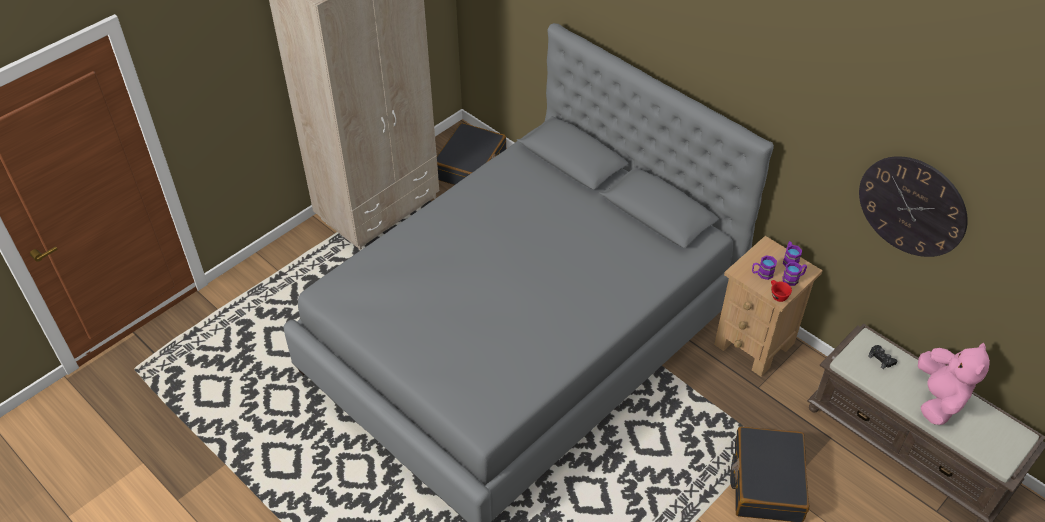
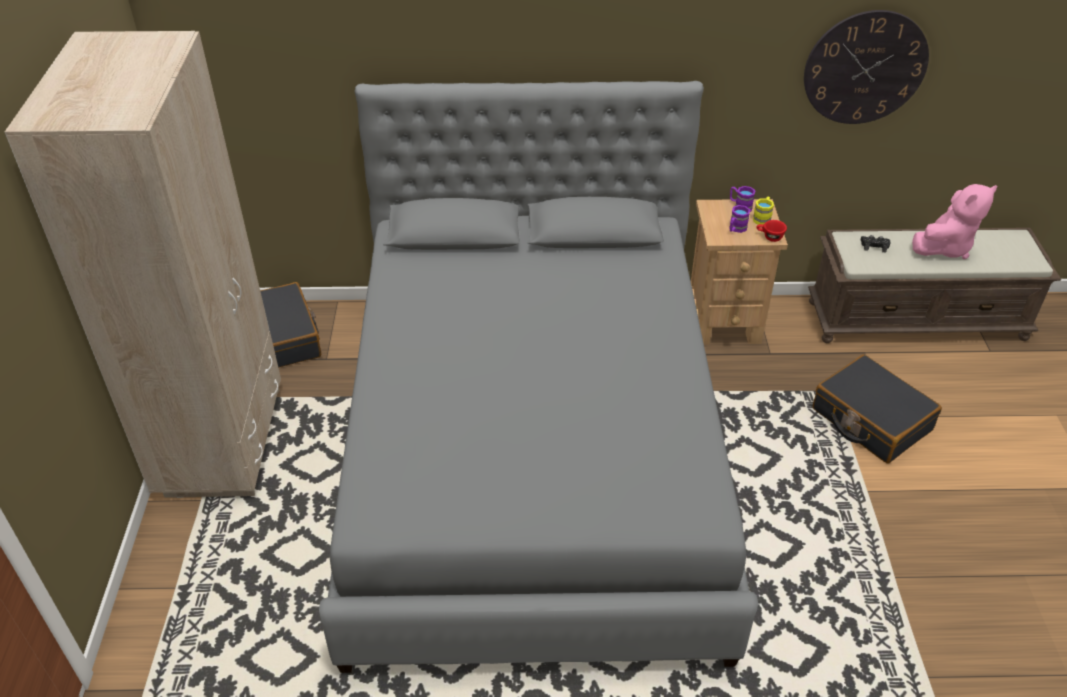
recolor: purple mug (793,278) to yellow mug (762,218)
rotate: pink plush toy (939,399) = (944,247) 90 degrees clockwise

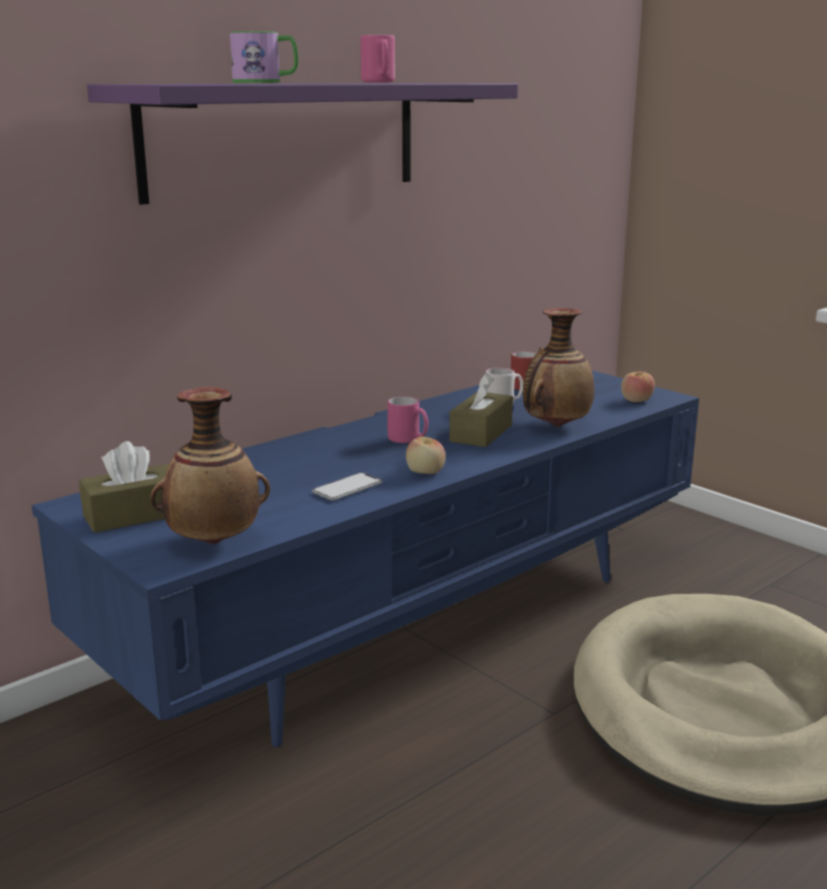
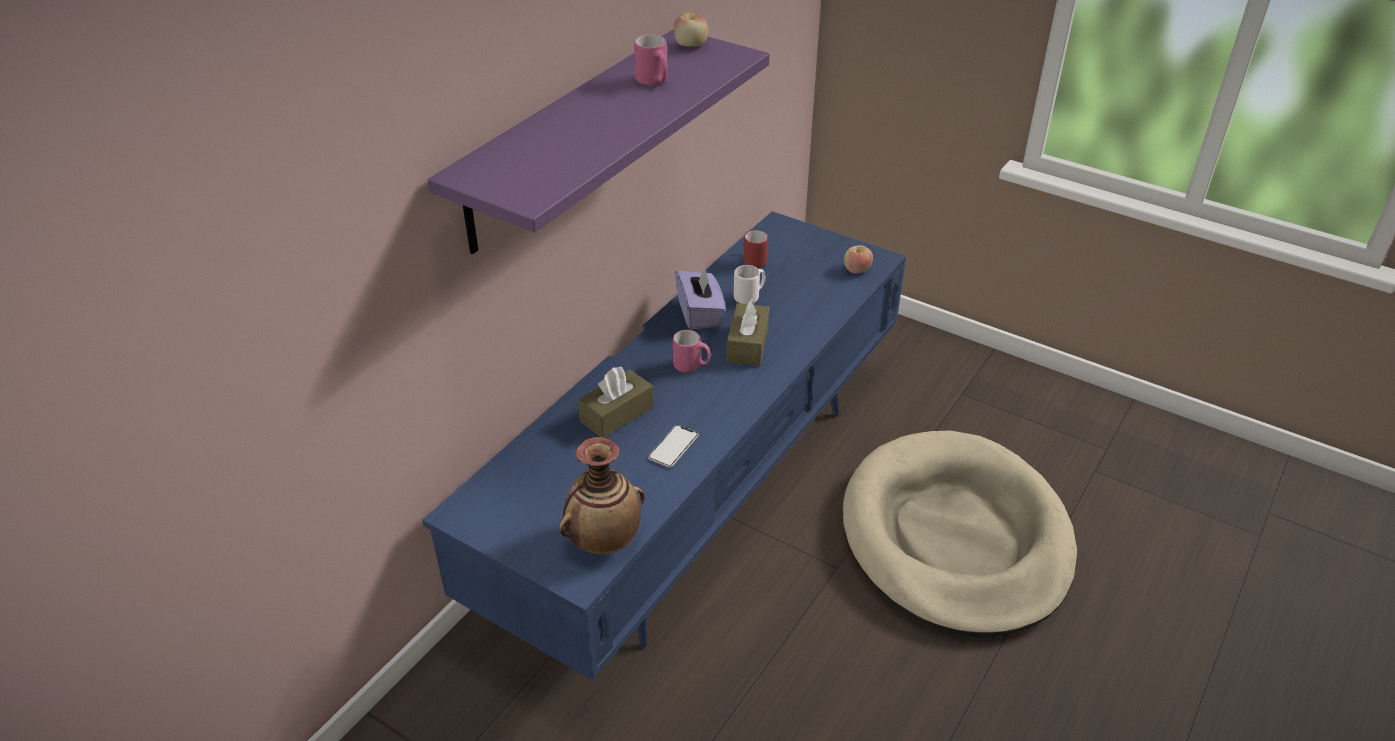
delete: mug (266,82); vase (555,425)
insert: purple tissue box (700,314)
move: brown tissue box (133,515) to (617,414); apple (425,473) to (691,45)

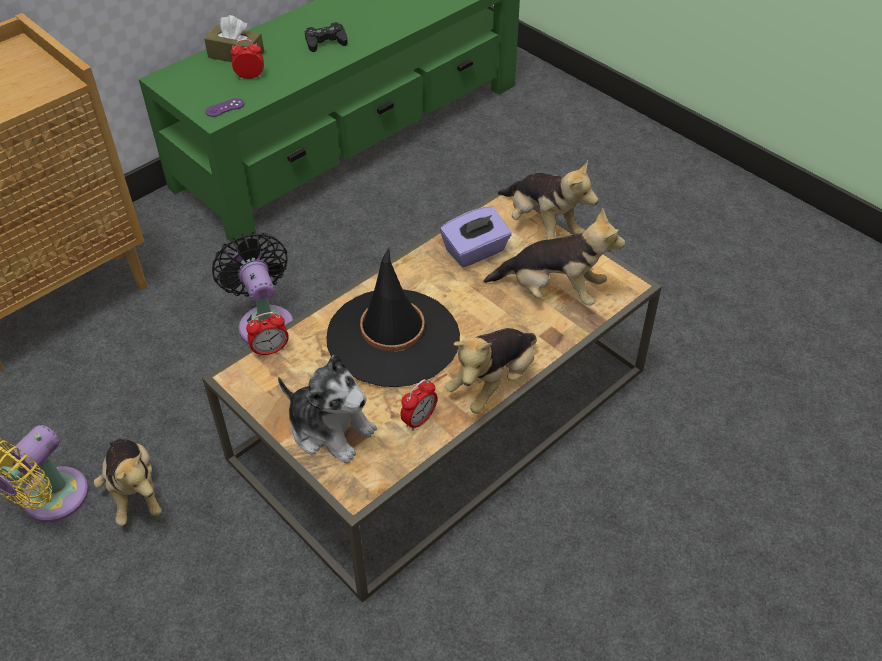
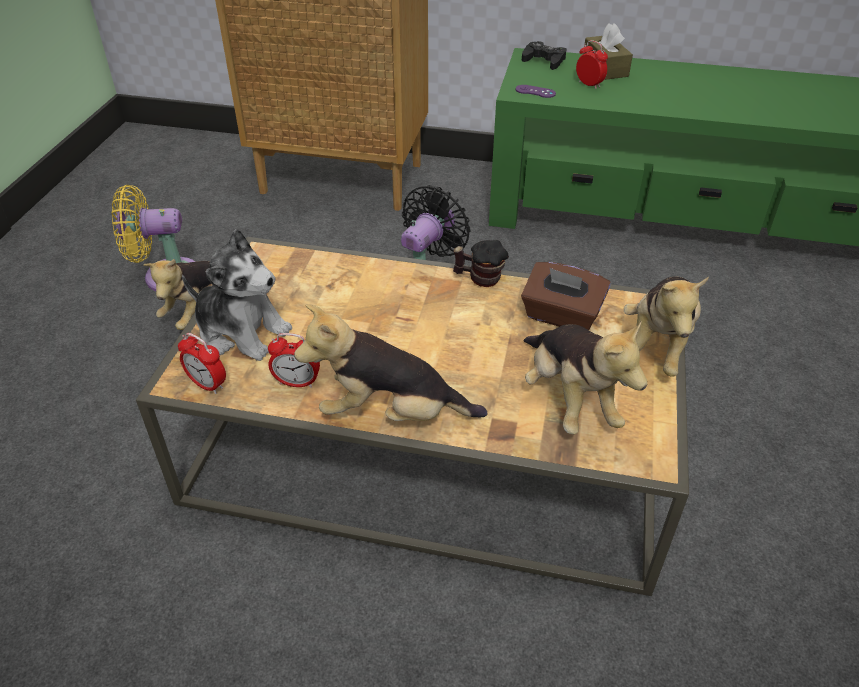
delete: black hat (393,337)
insert: mug (479,279)
move: alarm clock (270,350) to (207,384); black game controller (326,42) to (544,61)
recolor: purple tissue box (475,251) to brown tissue box (561,316)
rotate: plush toy (330,429) = (242,331) 60 degrees counterclockwise

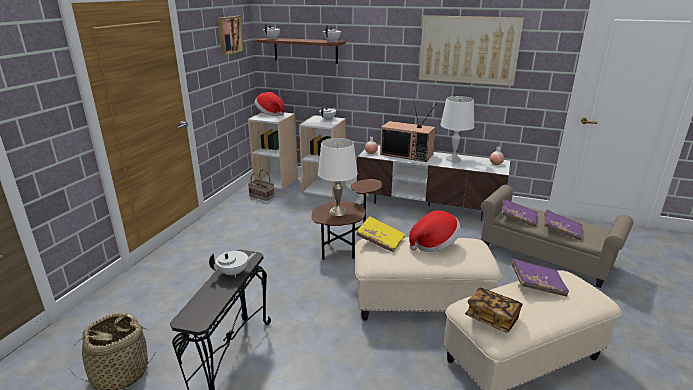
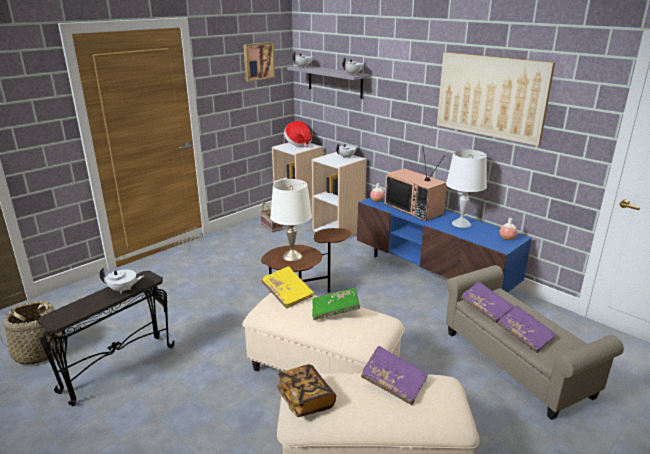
replace: hat (434,244) to green book (335,311)
recolor: brown shelf (305,50) to grey shelf (335,81); white tv stand (429,205) to blue tv stand (433,271)

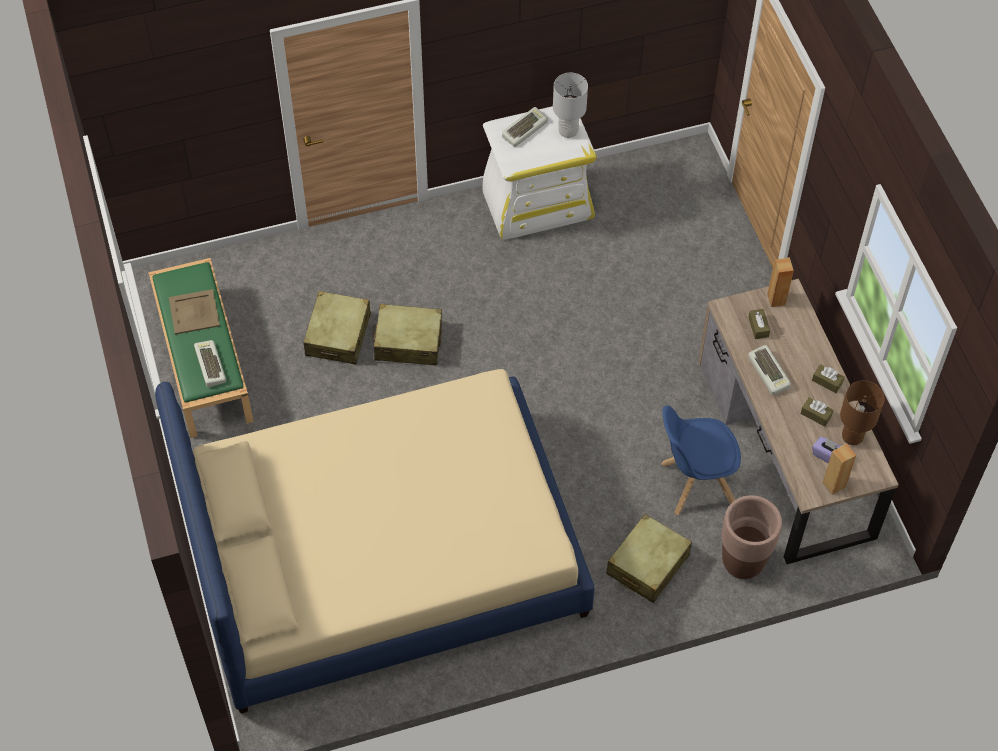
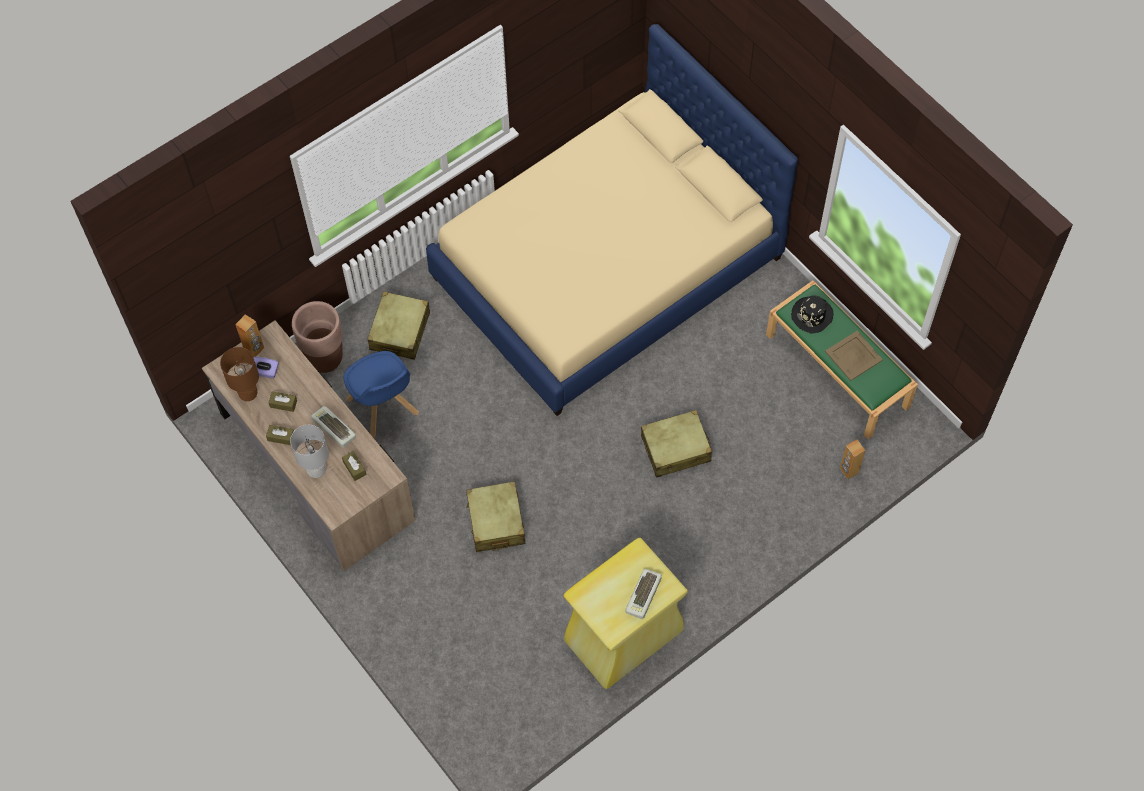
move: beige suitcase (338,335) to (496,522); grey table lamp (568,132) to (316,470); brown speaker (776,299) to (849,471)
replace: keyboard (209,365) to black hat (812,315)
recolor: white nightstand (539,205) to yellow nightstand (622,634)
rotate: blue chair (694,484) = (384,409) 90 degrees clockwise

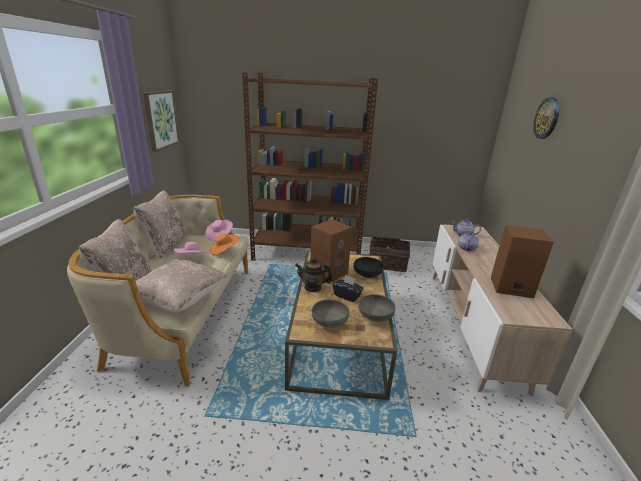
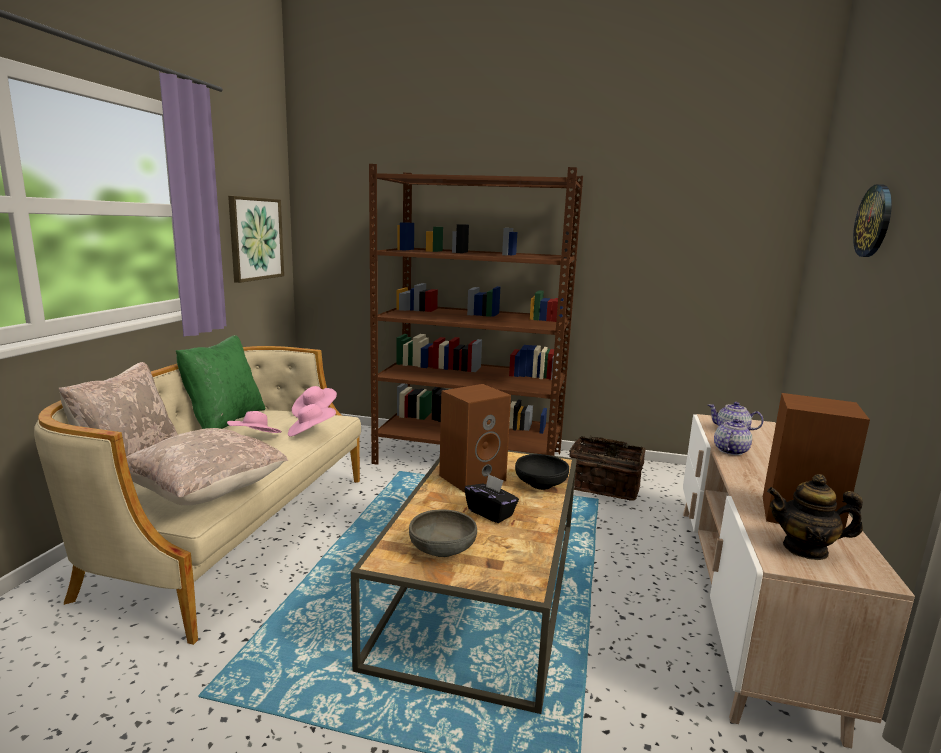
delete: grey bowl (375,316)
move: teapot (313,287) to (805,549)
recolor: beige pillow (165,246) to green pillow (224,421); orange hat (224,251) to pink hat (311,433)

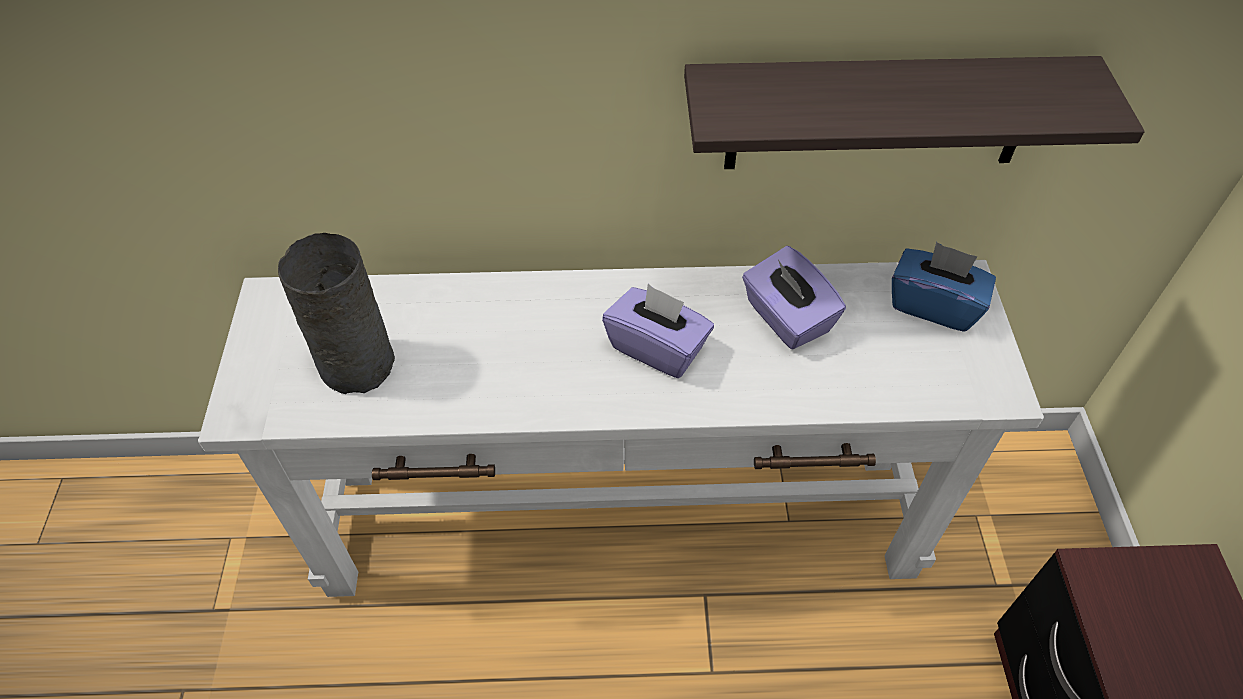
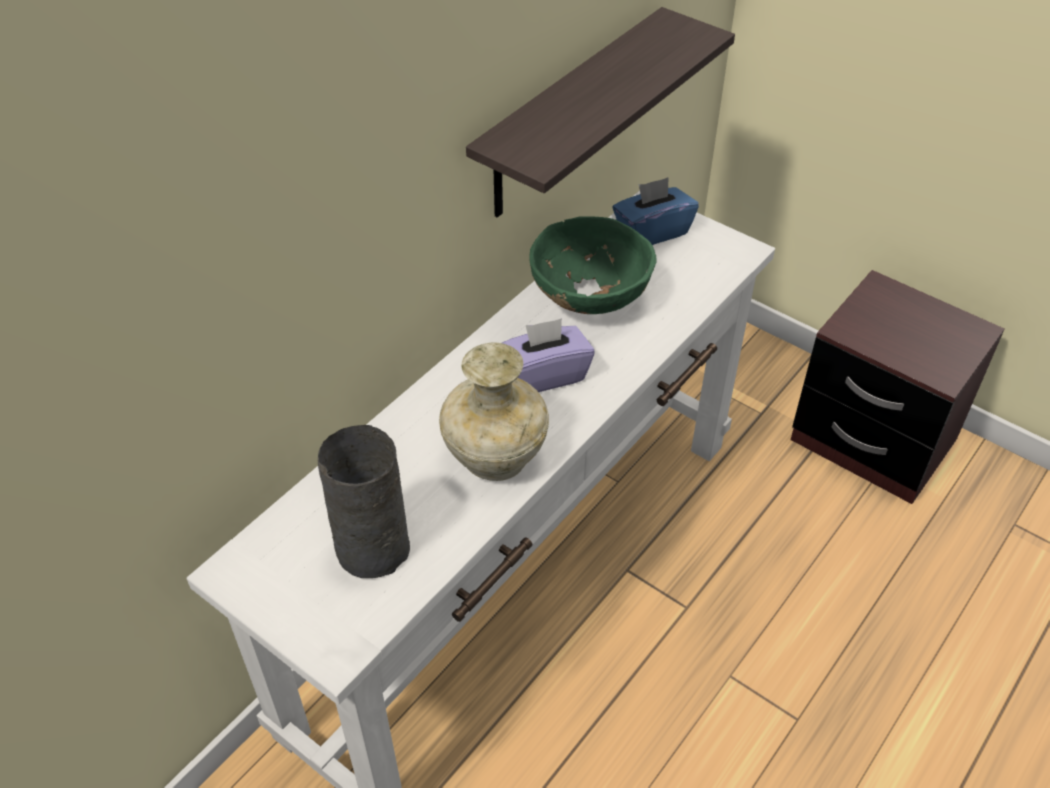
insert: beige vase (495,460)
replace: purple tissue box (786,318) to green bowl (589,299)

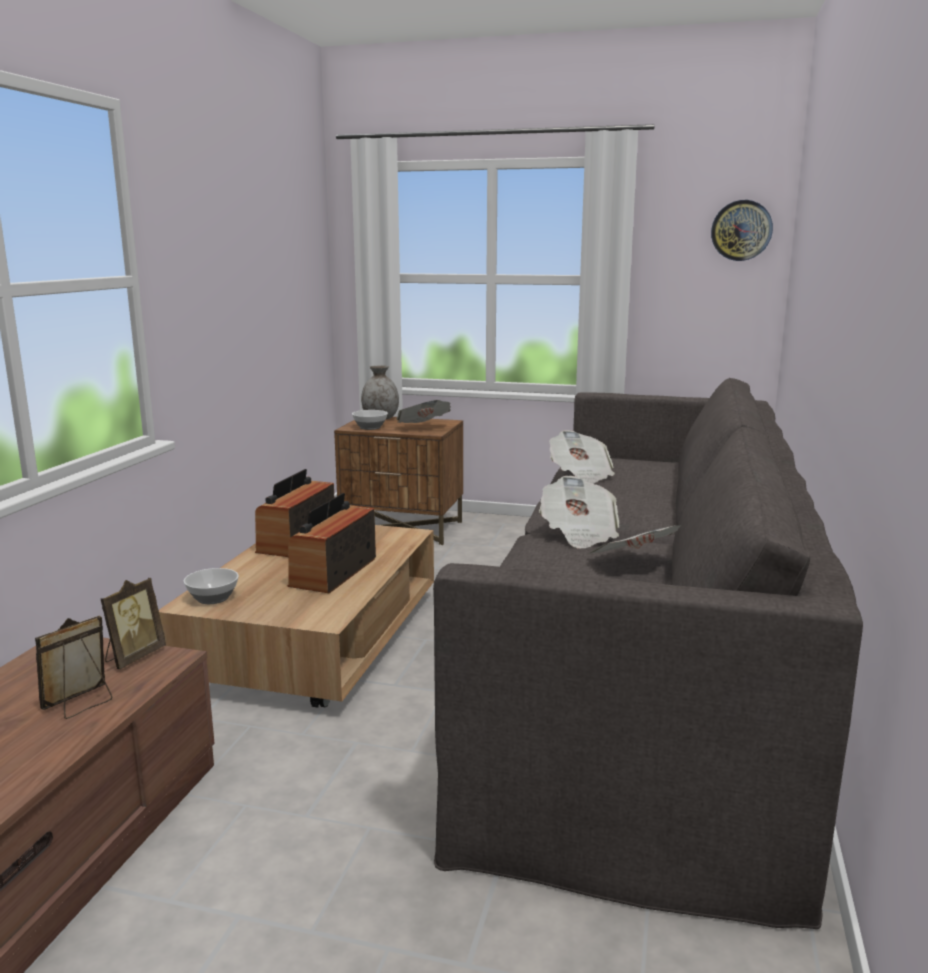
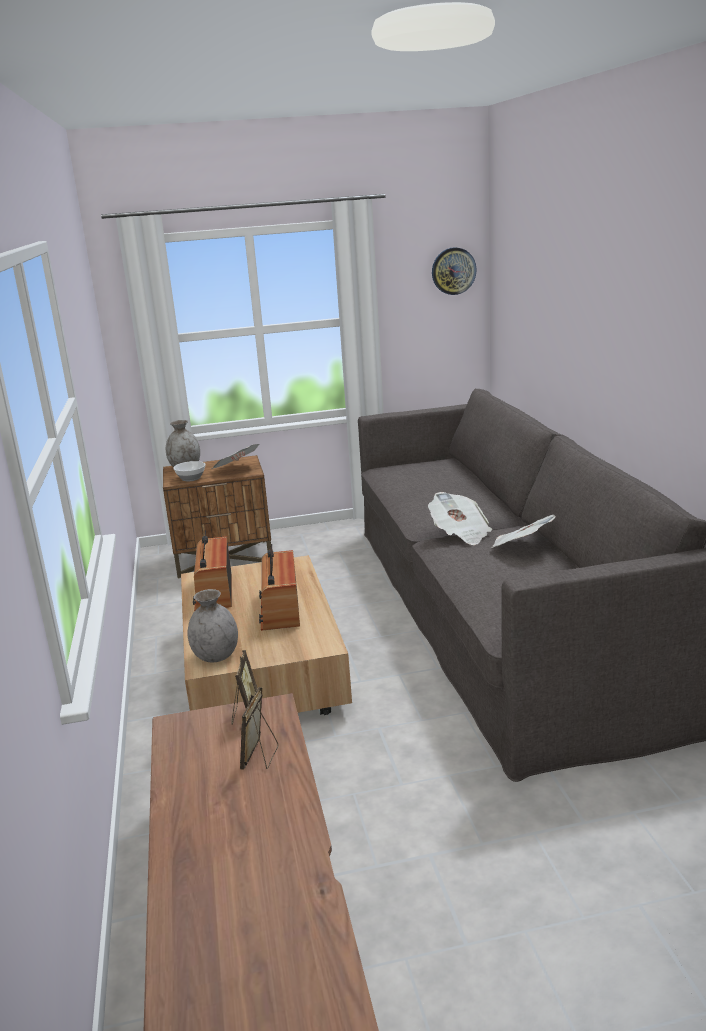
delete: newspaper (581,475)
replace: bowl (213,598) to grey vase (215,656)

